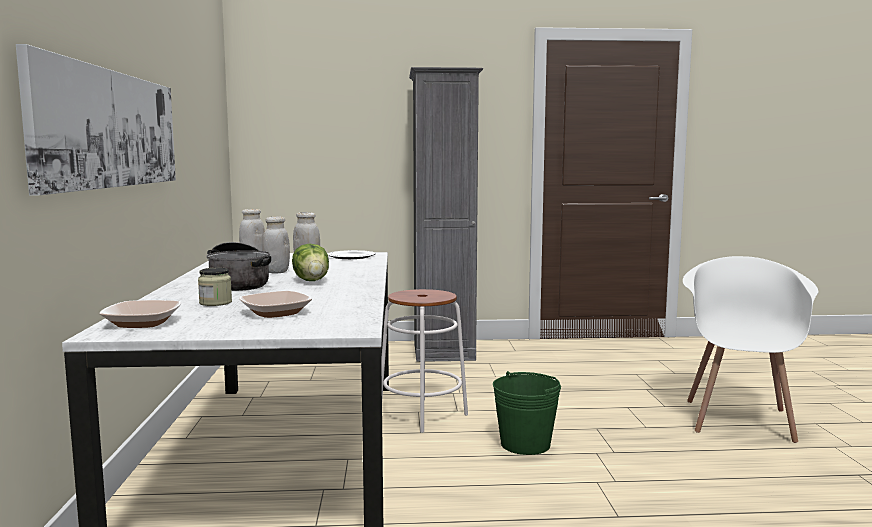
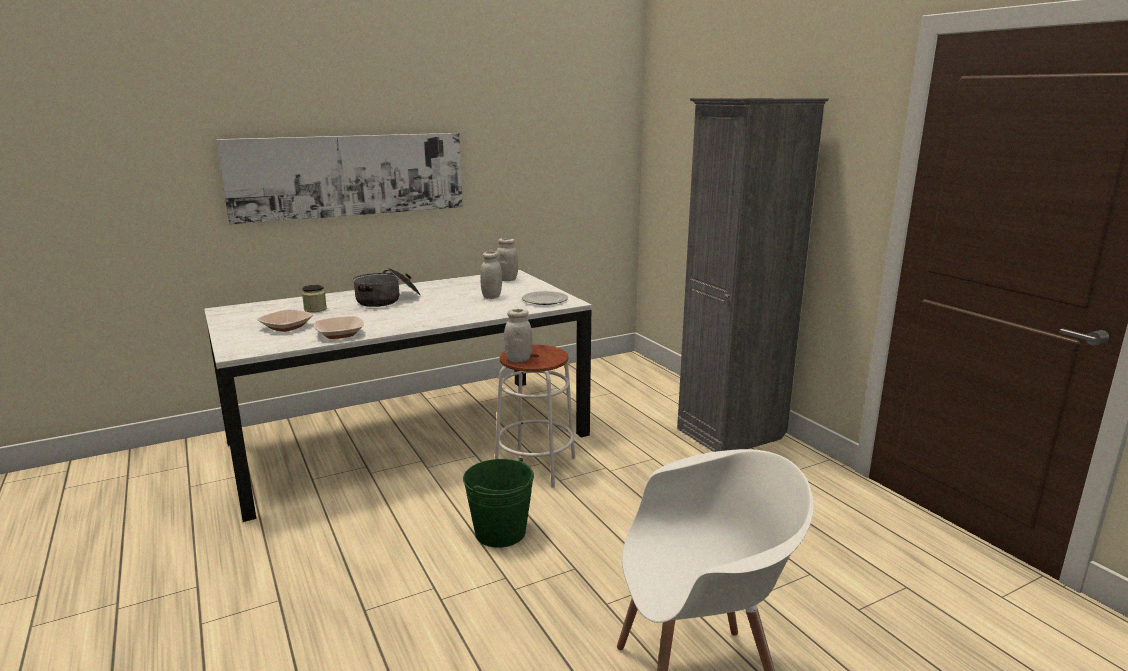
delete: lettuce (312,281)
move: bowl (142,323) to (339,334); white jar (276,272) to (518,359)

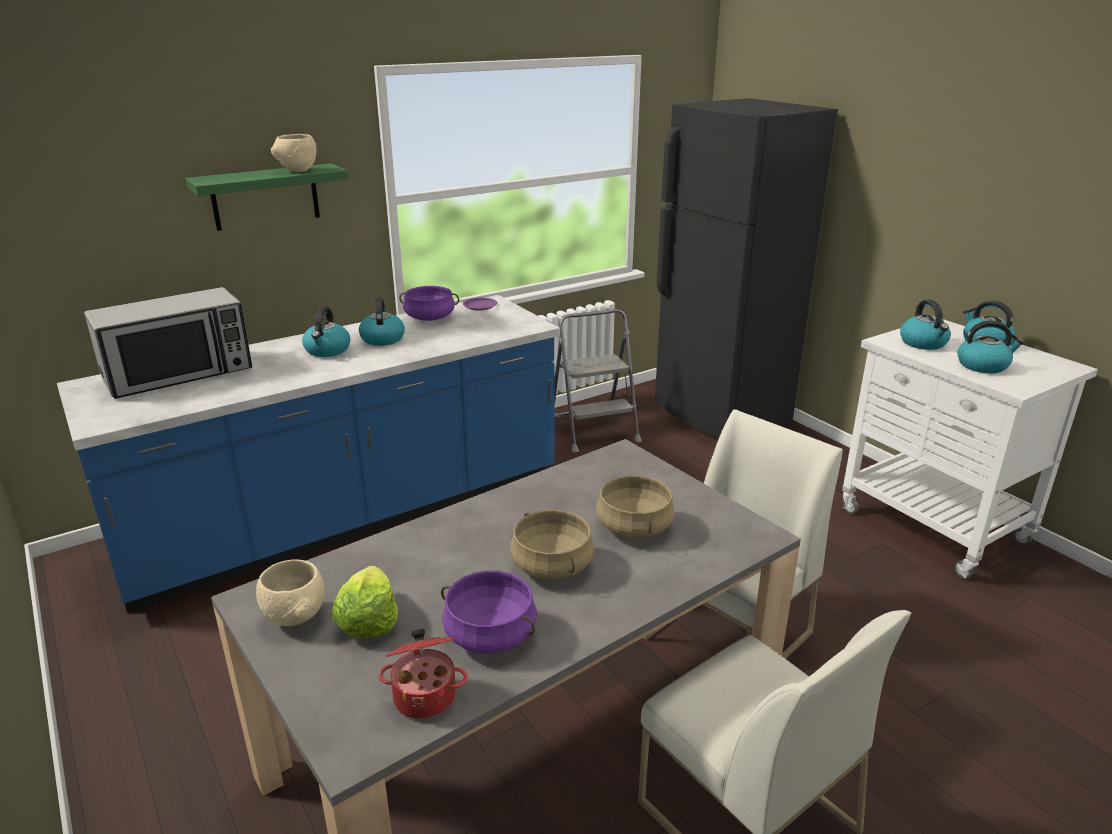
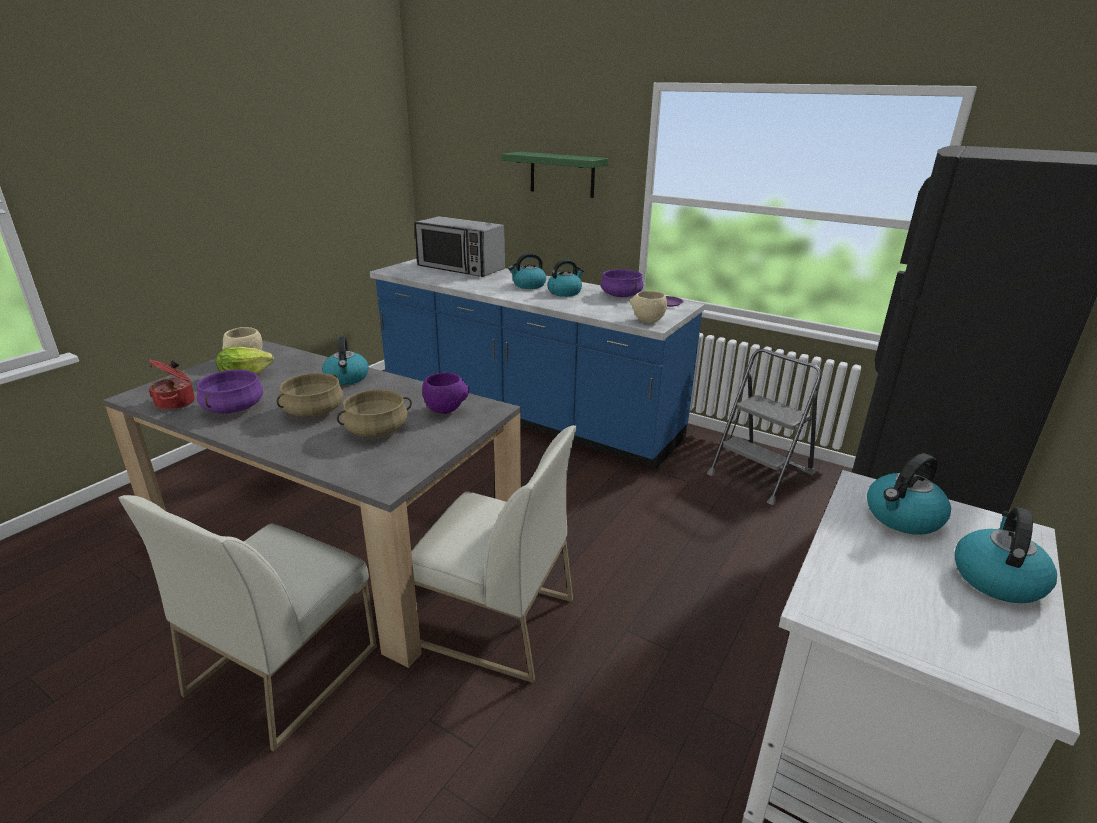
insert: purple bowl (445,411)
move: beige bowl (297,171) to (647,321); kettle (983,365) to (347,378)

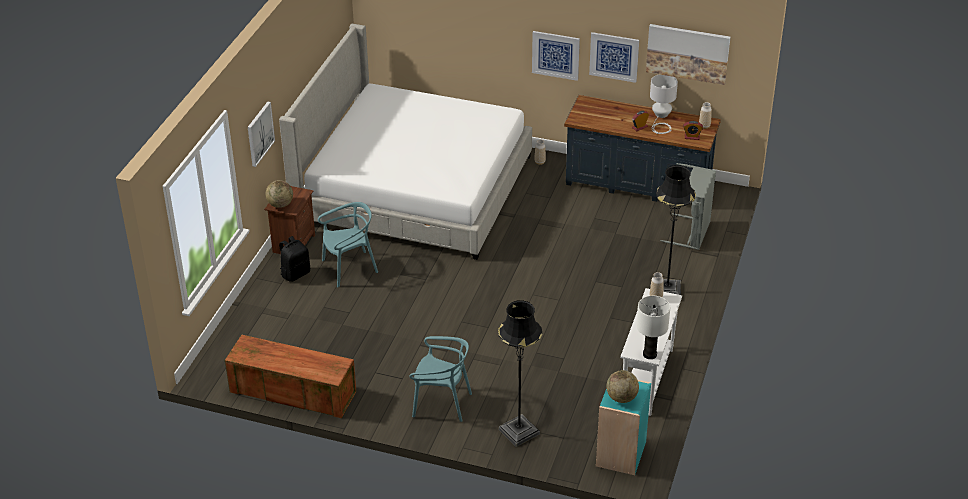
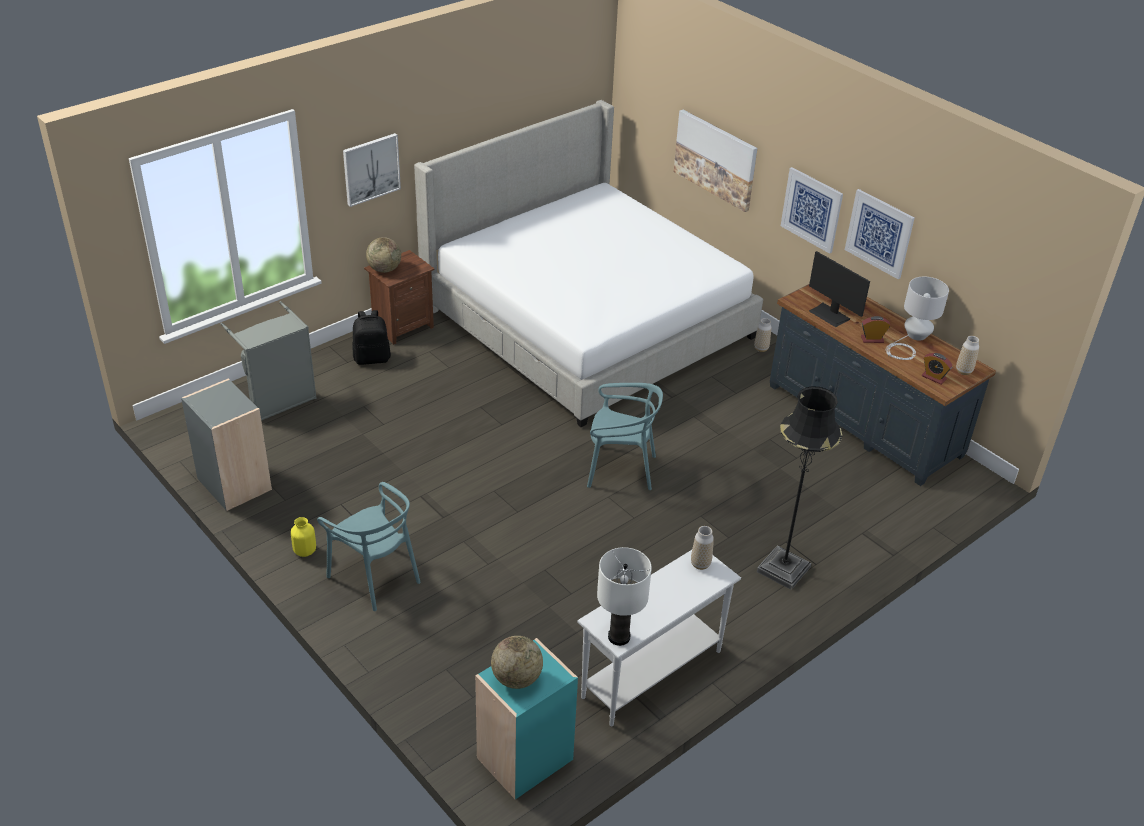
delete: black floor lamp (519,432)
insert: yellow vase (304,551); monitor (830,315)
move: turquoise chair (349,268) to (620,469); picture (687,53) to (715,159); grey laundry basket (691,233) to (278,401)
replace: brown bench (291,392) to grey bookcase (233,484)

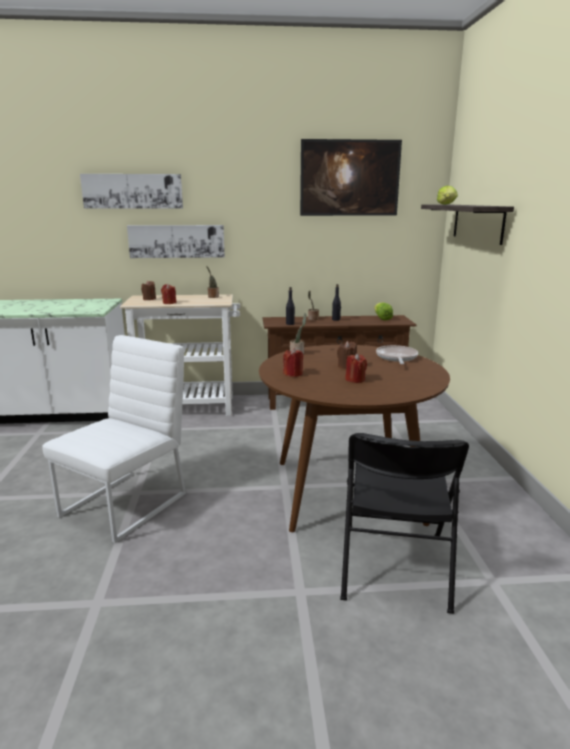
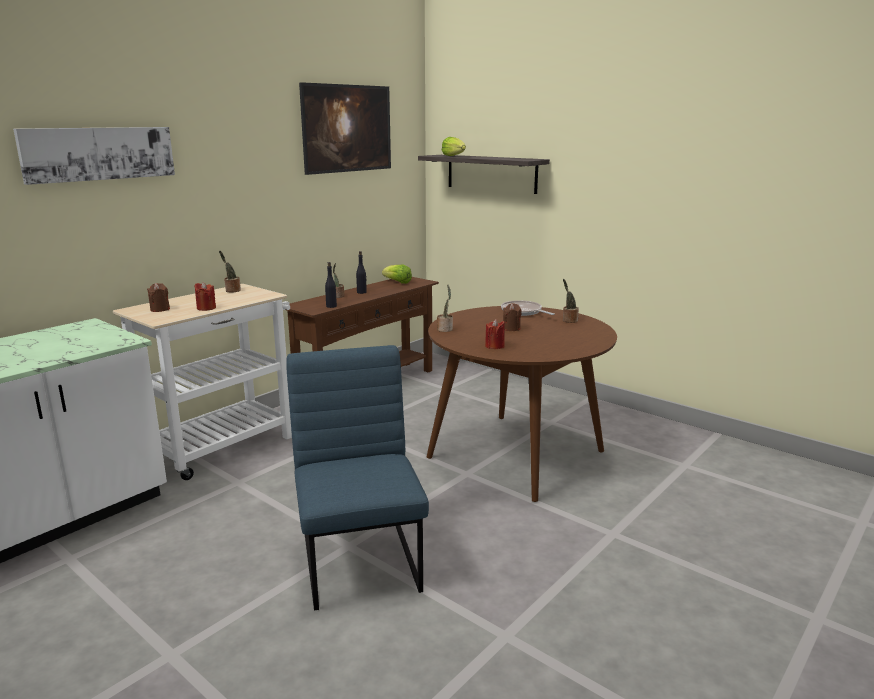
delete: picture (177,241); black chair (393,566); red candle (355,380)
insert: potted plant (569,320)
recolor: white chair (127,503) to blue chair (360,558)

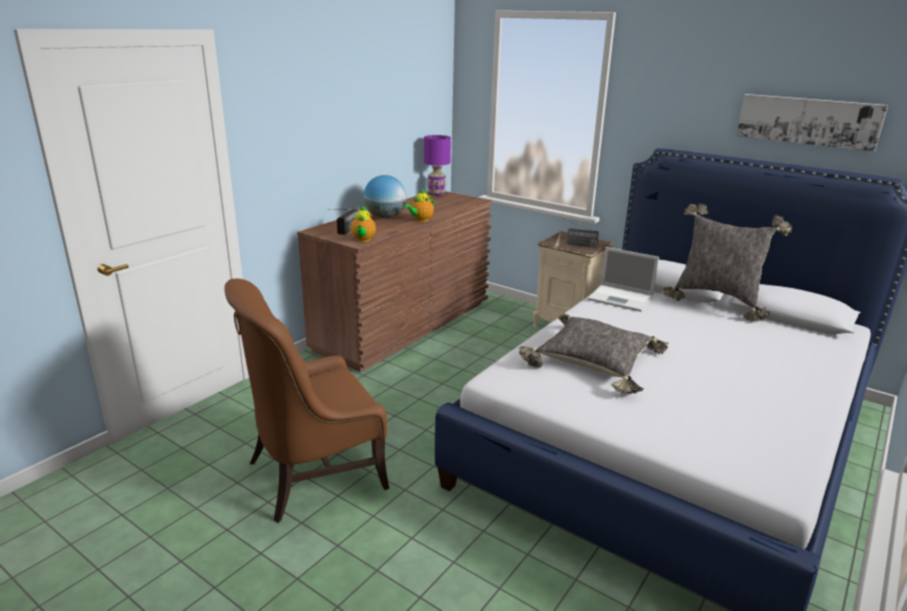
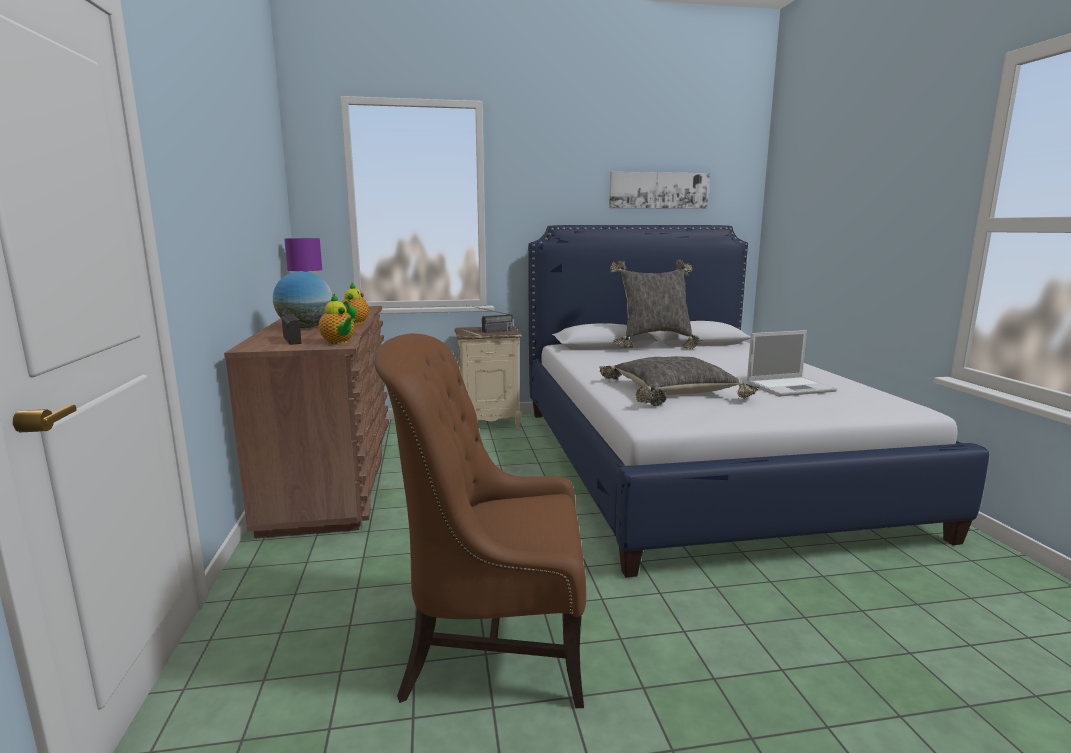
move: laptop (621,298) to (791,387)
rotate: brown chair (314,474) = (491,644) 75 degrees clockwise

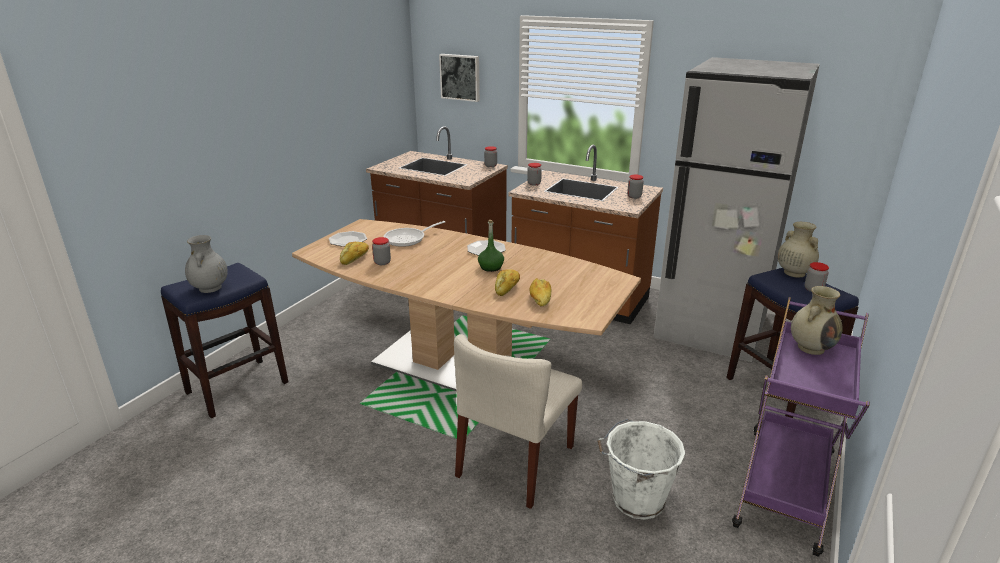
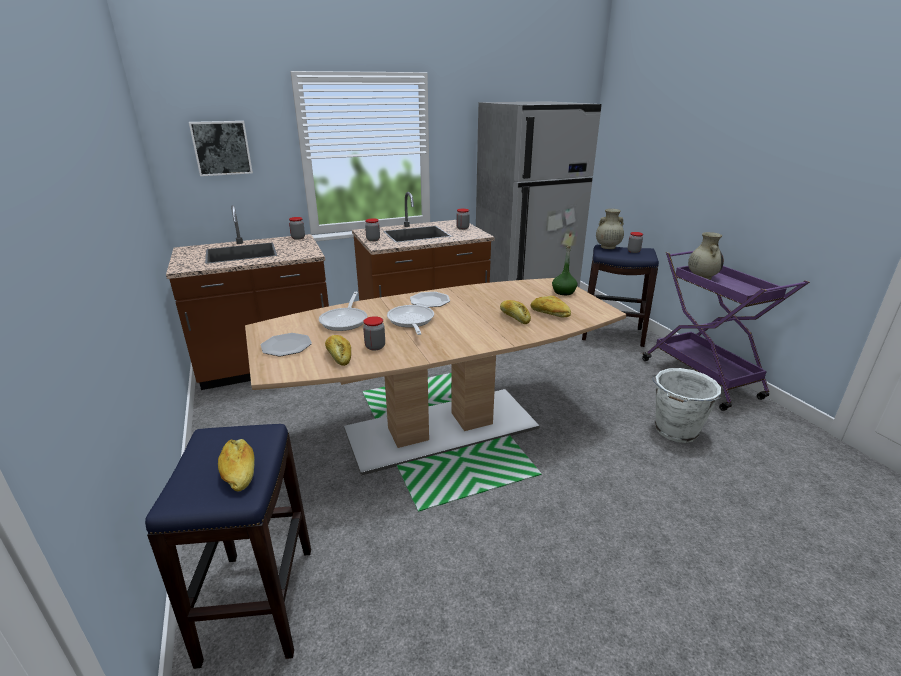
delete: beige chair (516,462)
insert: frying pan (411,321)
move: green bottle (491,267) to (563,292)
replace: grey vase (210,288) to bread (239,472)

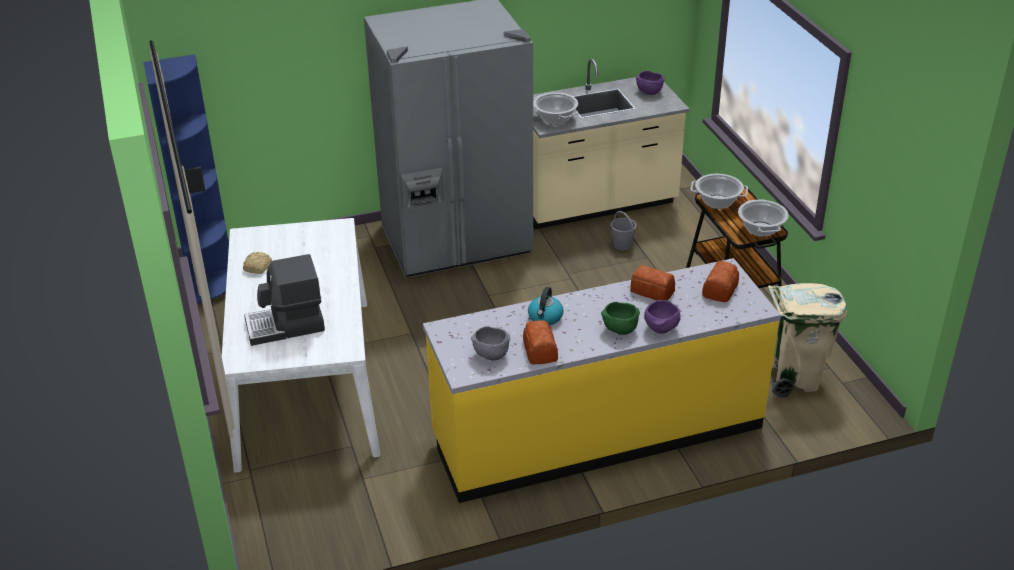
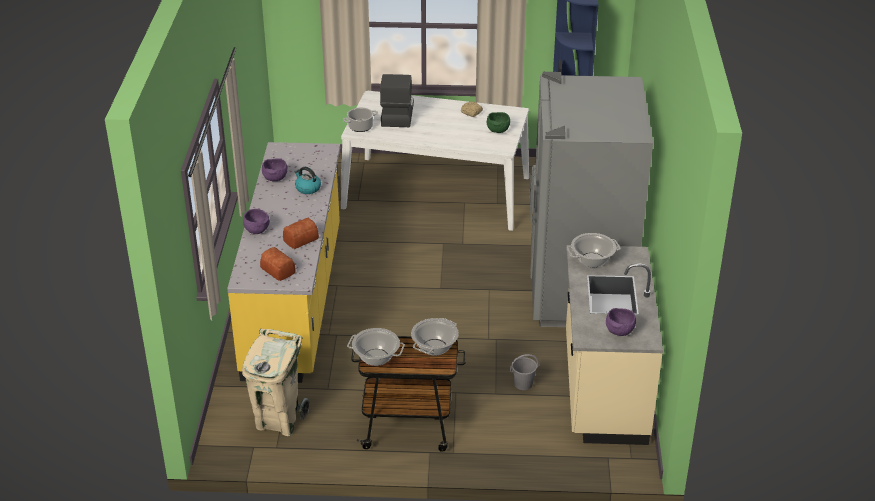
delete: grey bowl (490,355)
insert: cooking pot (361,127)
move: green bowl (619,330) to (498,130)
replace: bread (539,351) to purple bowl (275,178)

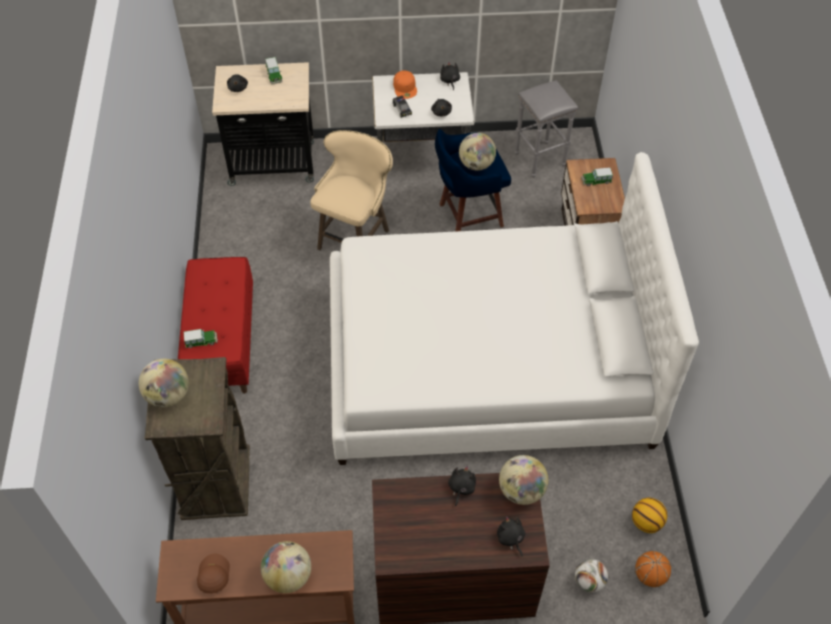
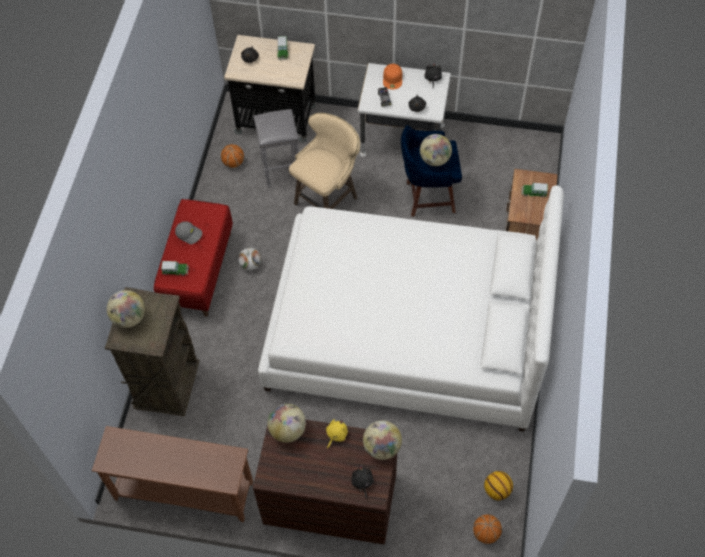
delete: brown cap (213,575)
insert: grey cap (189,234); basketball (233,163)
move: globe (288,576) to (288,430); grey stool (540,158) to (282,170); football (589,581) to (250,265)
recolor: black plush toy (461,488) to yellow plush toy (336,435)

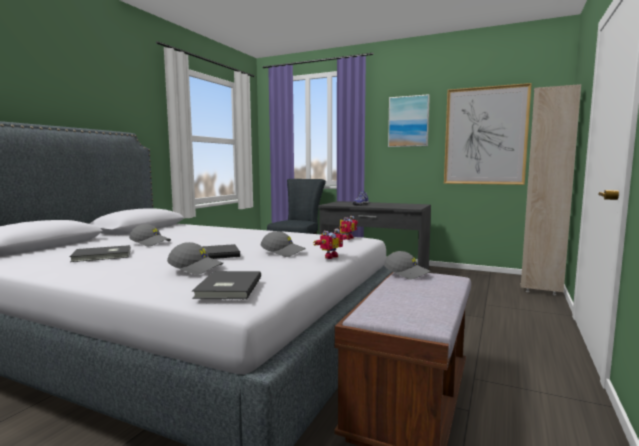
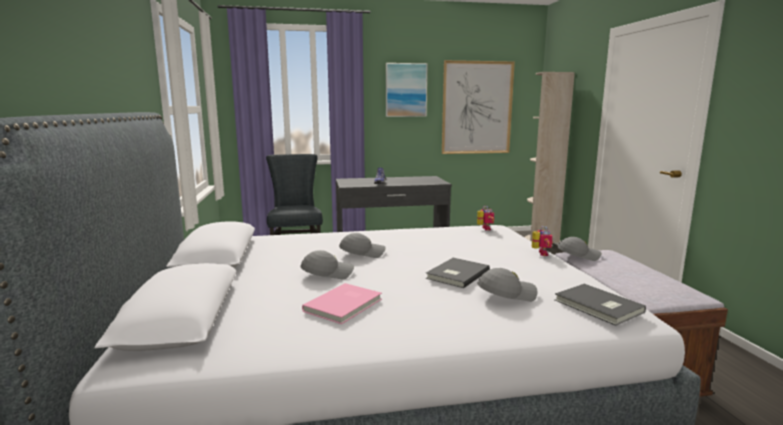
move: grey cap (283,252) to (362,253)
recolor: grey book (103,256) to pink book (345,305)

